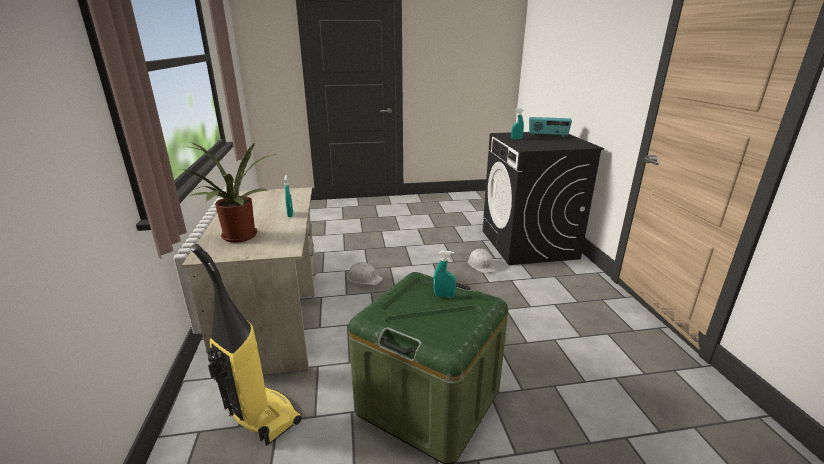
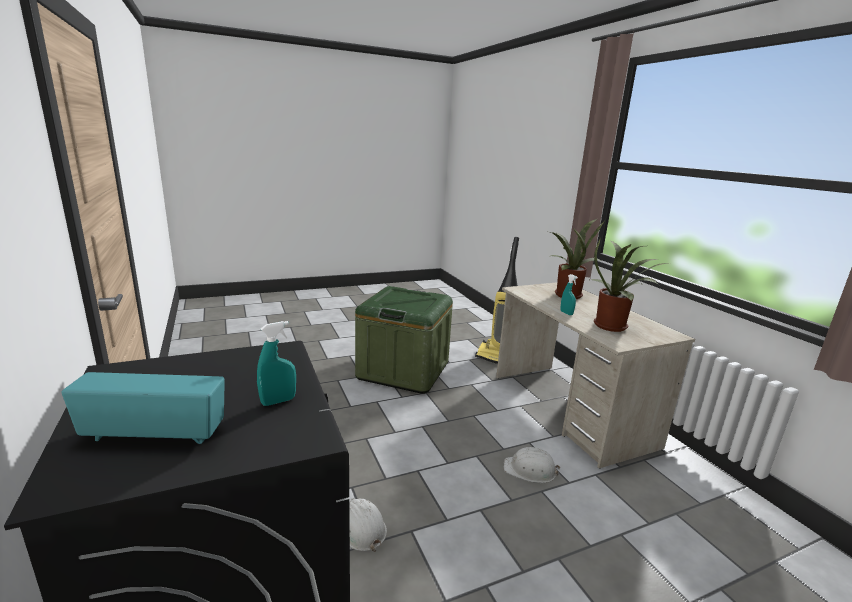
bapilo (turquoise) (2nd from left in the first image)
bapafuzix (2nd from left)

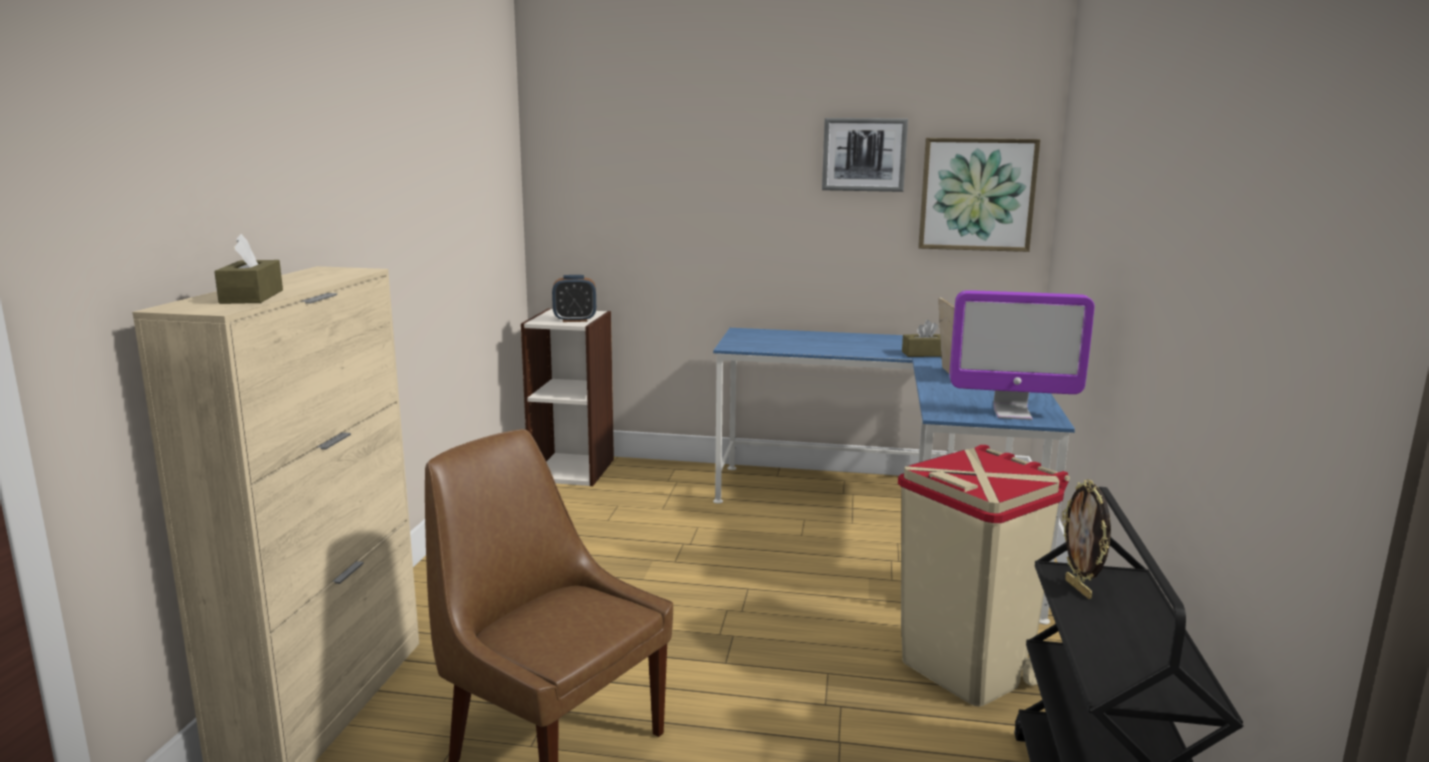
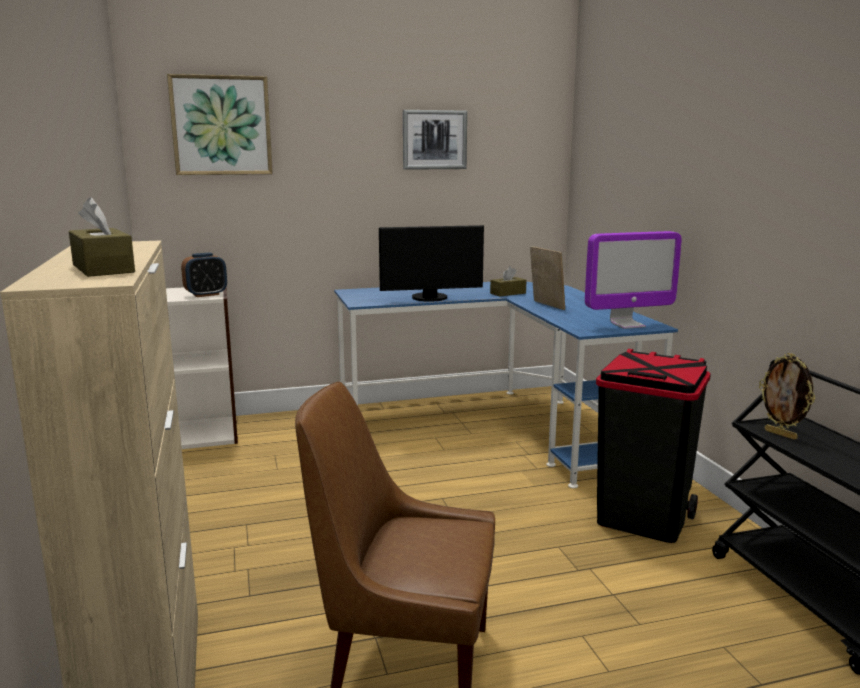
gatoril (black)
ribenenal (1st from left)
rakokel (1st from left)

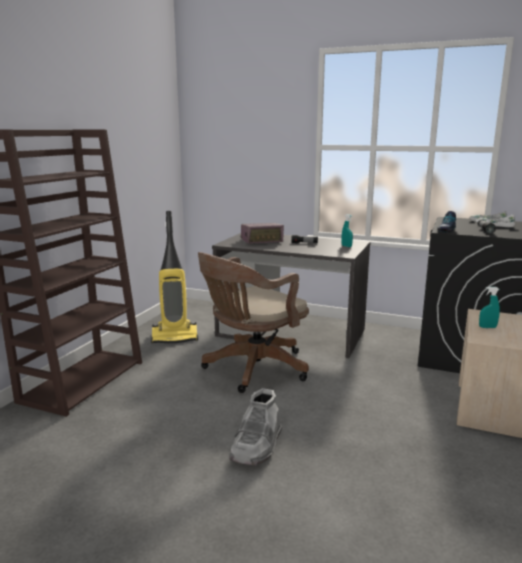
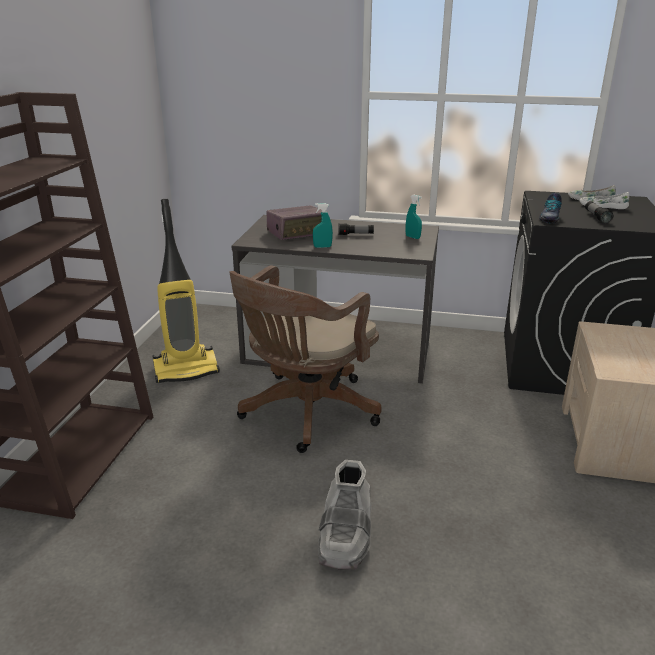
bapilo (turquoise) (1st from left)

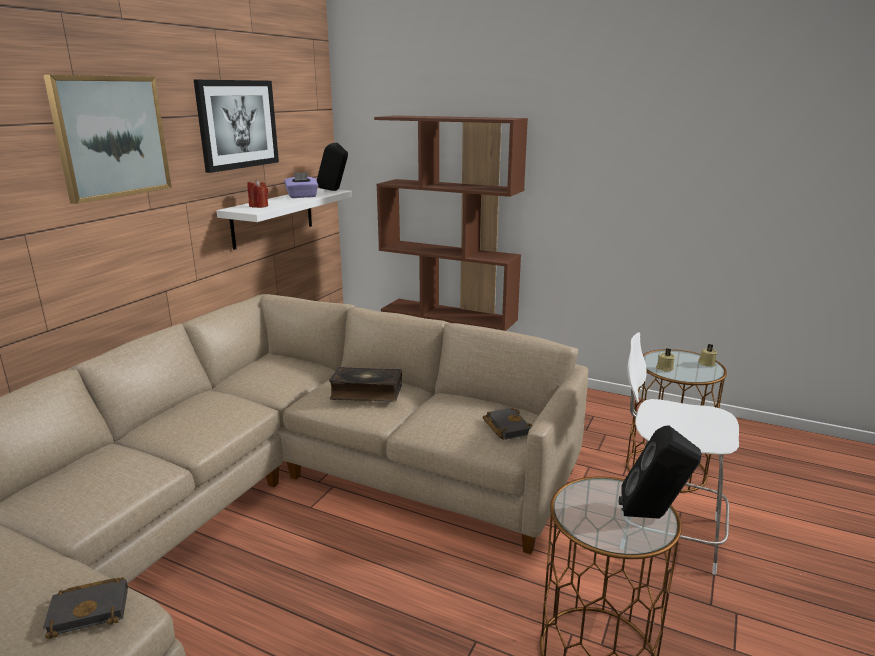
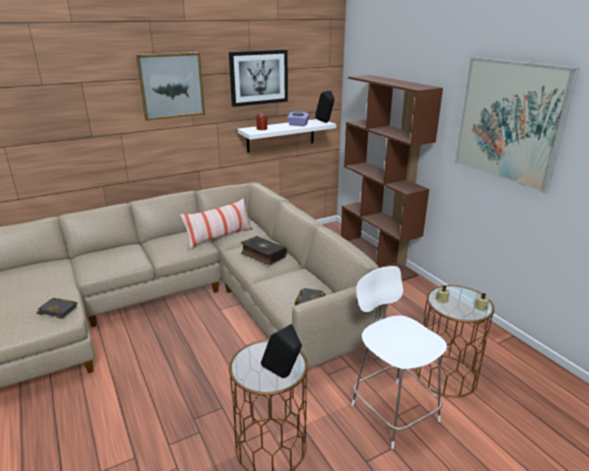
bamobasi
ribenenal (3rd from left)

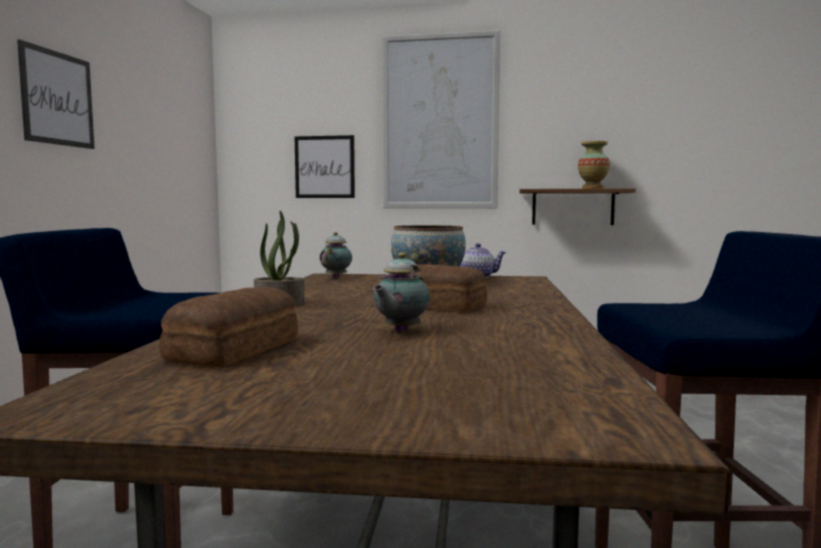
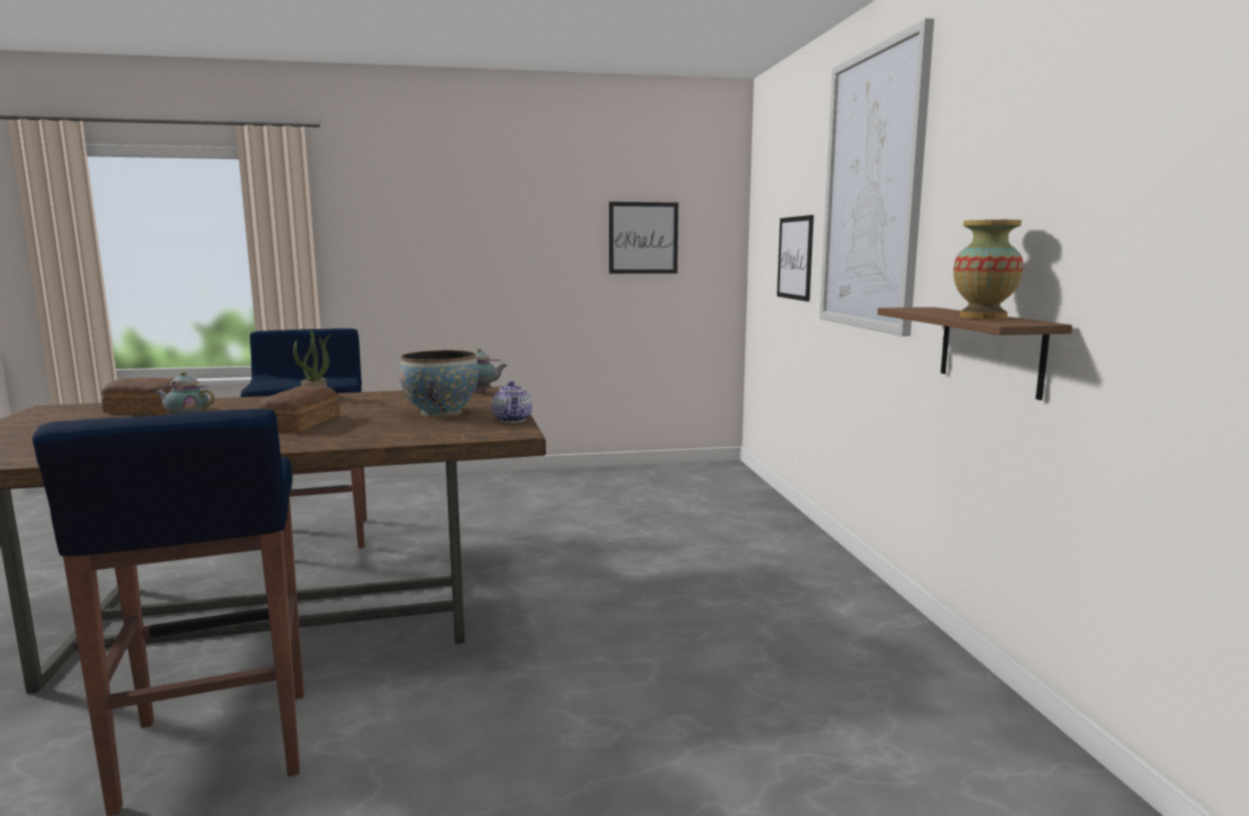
ribenenal (1st from left)

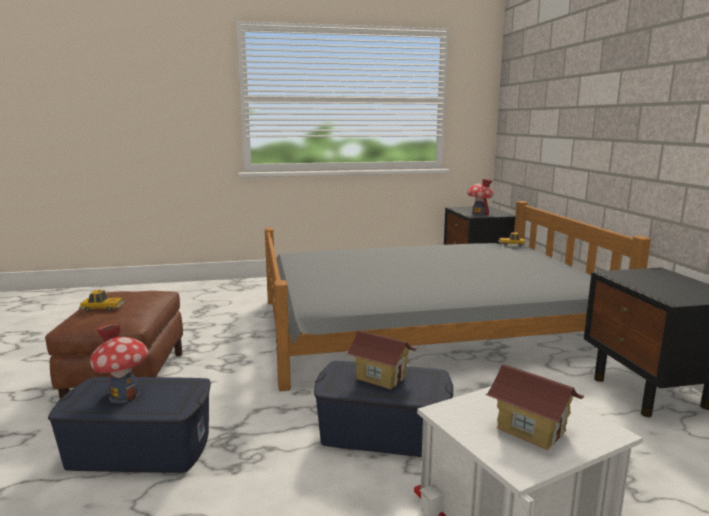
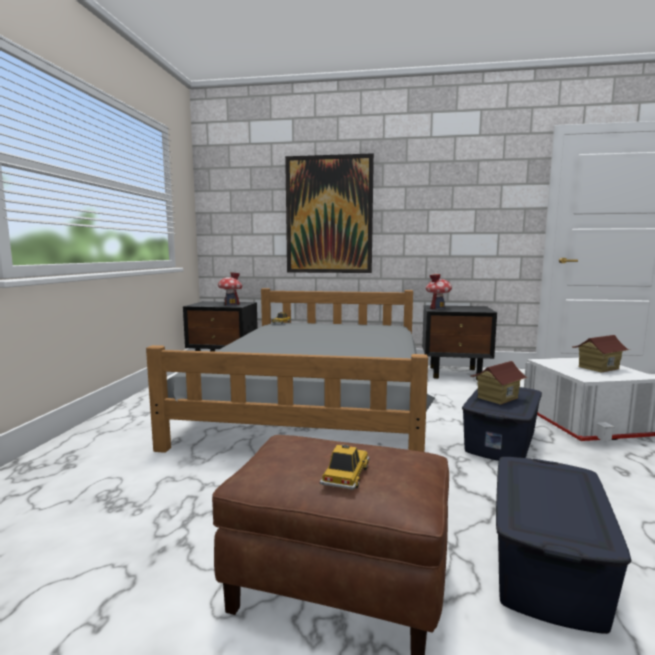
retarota (2nd from left)
ribenenal

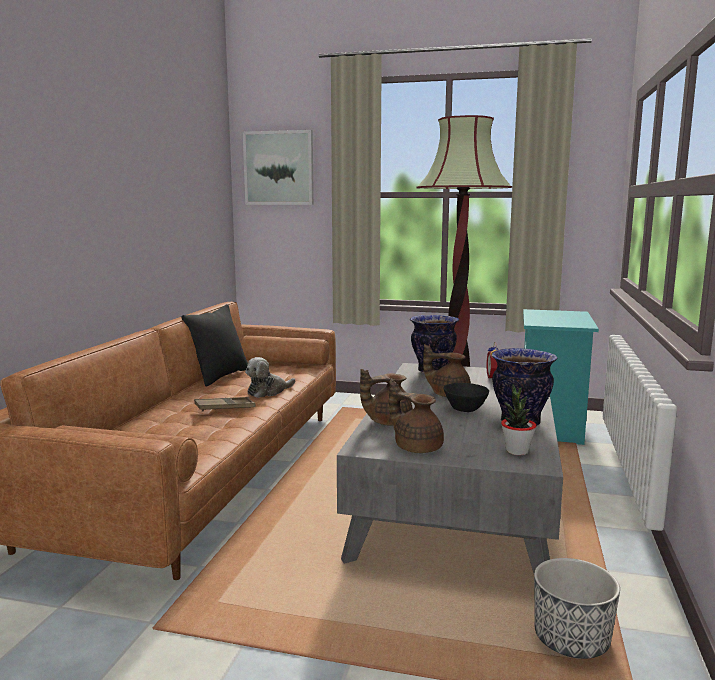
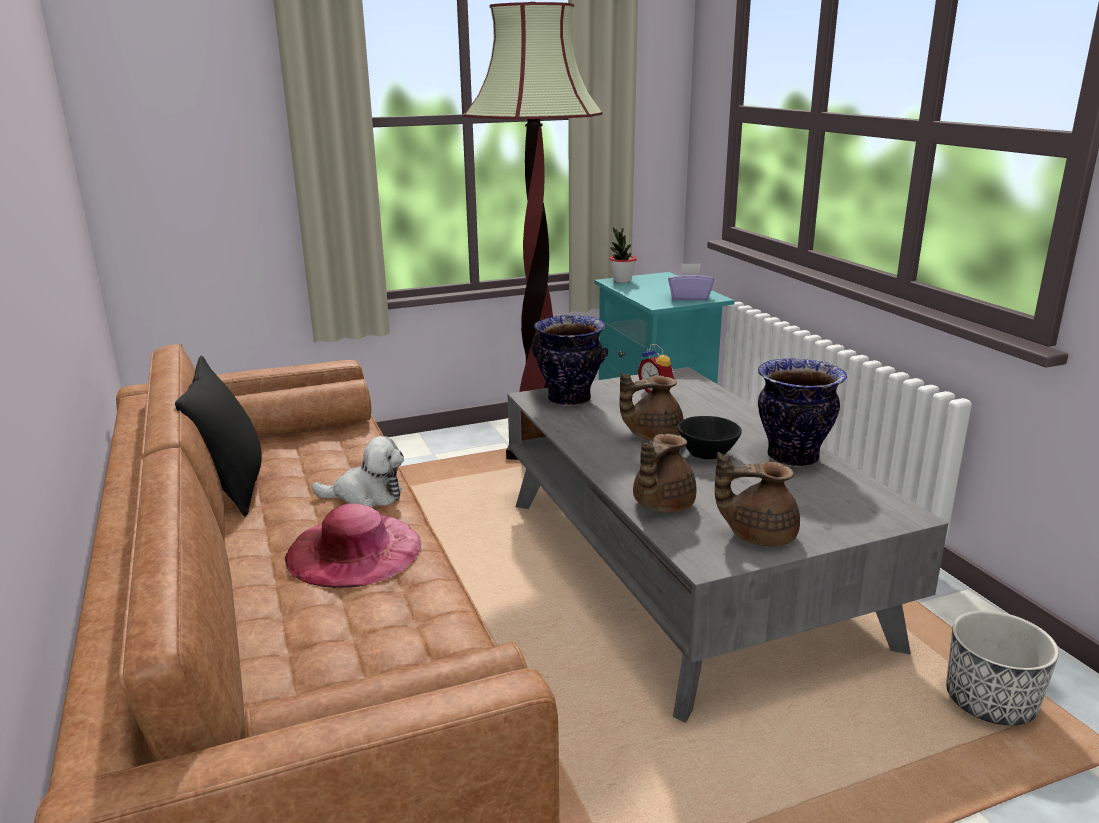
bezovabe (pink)
ribenenal
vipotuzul
bapafuzix
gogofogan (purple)

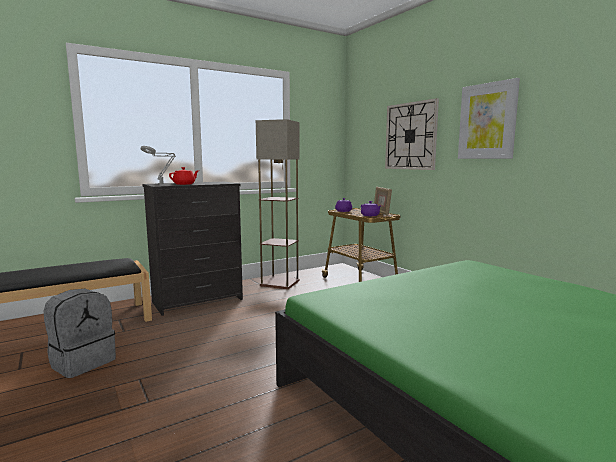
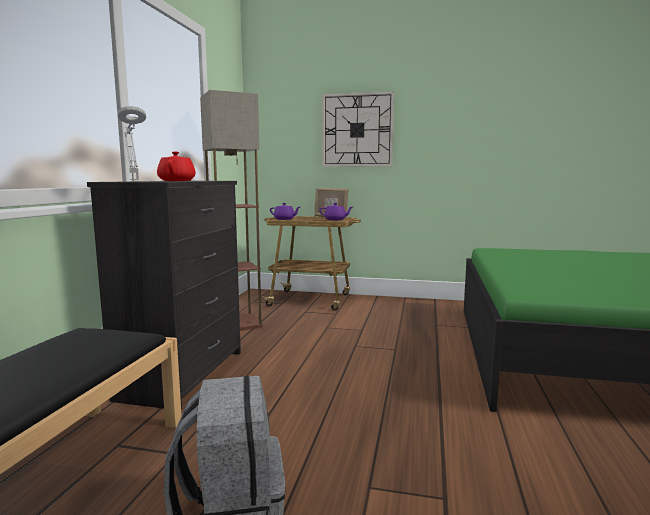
ribenenal

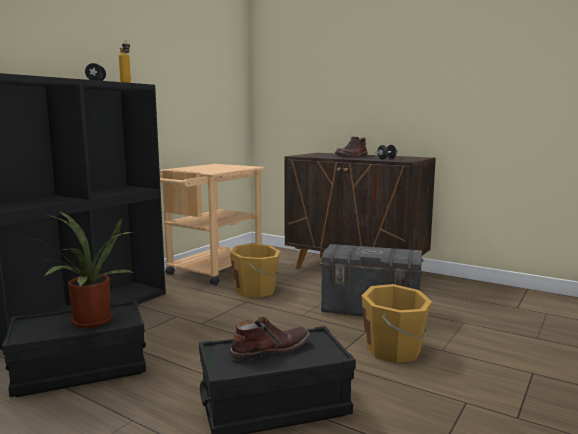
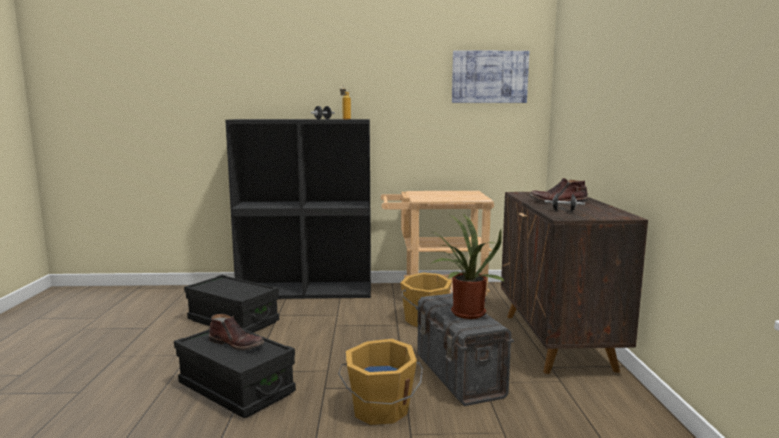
bapafuzix
ribenenal

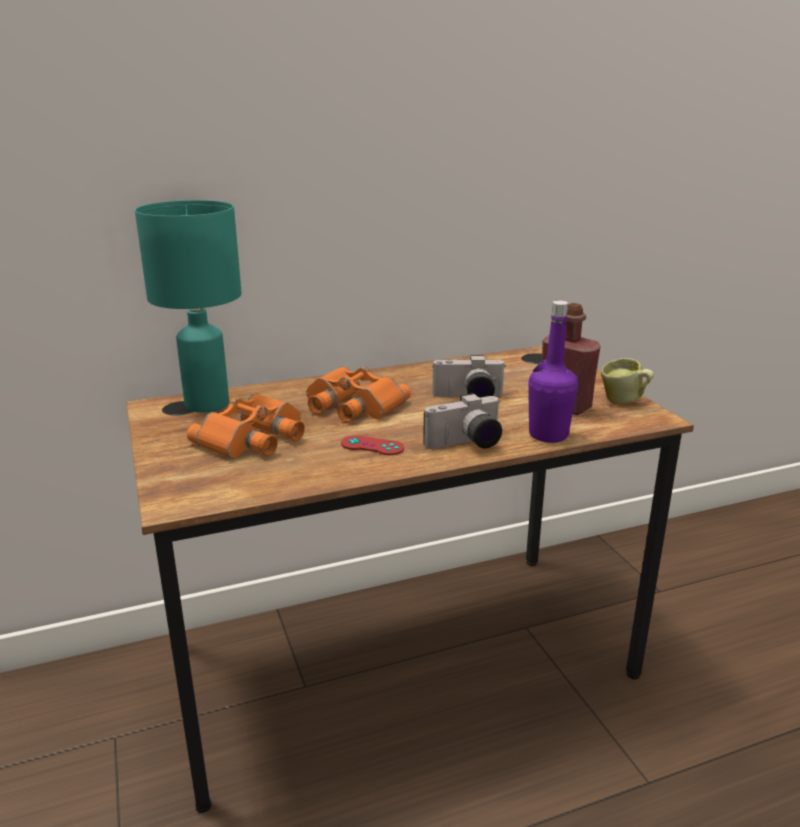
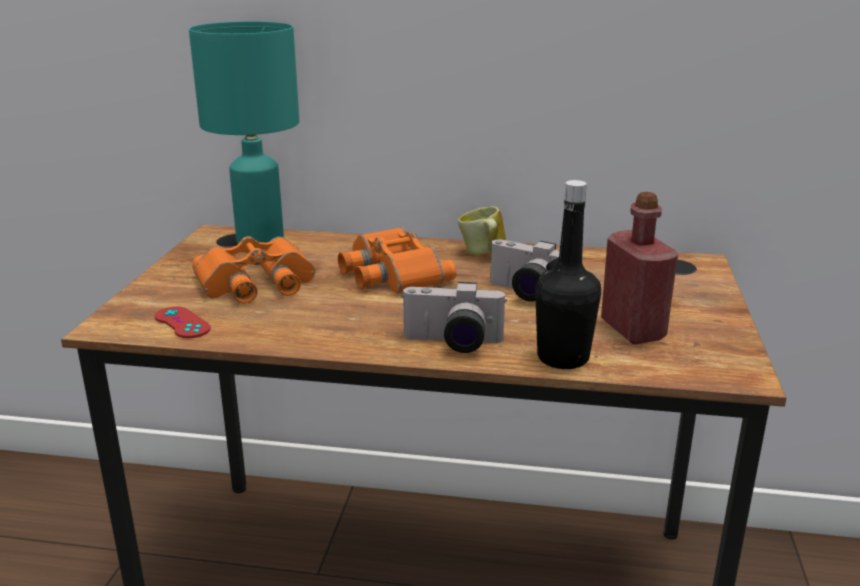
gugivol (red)
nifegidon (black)
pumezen

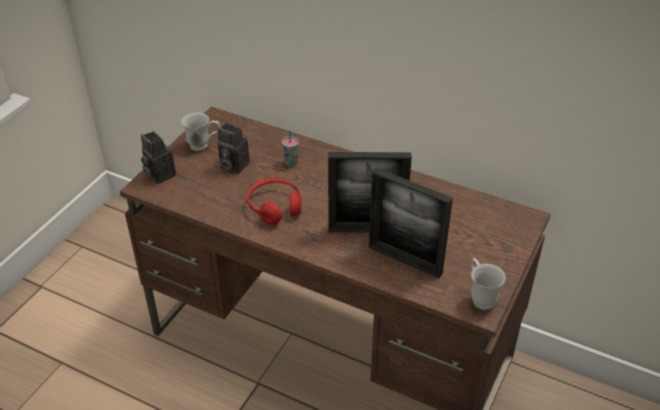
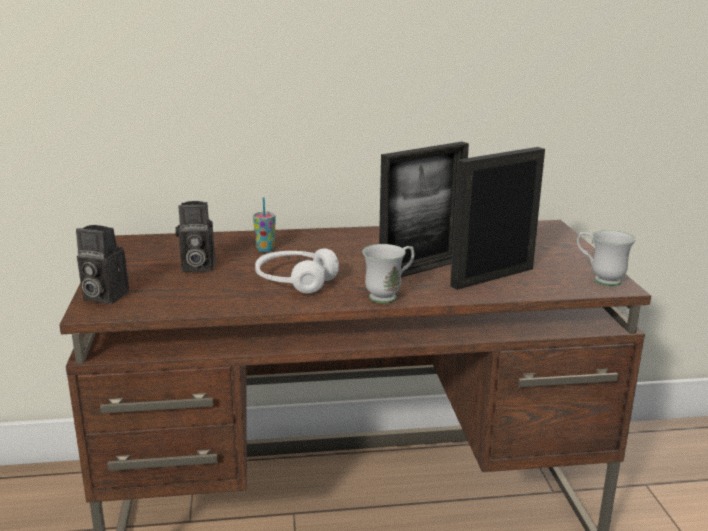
pumezen (white) (1st from left)
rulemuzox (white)
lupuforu (2nd from left)

